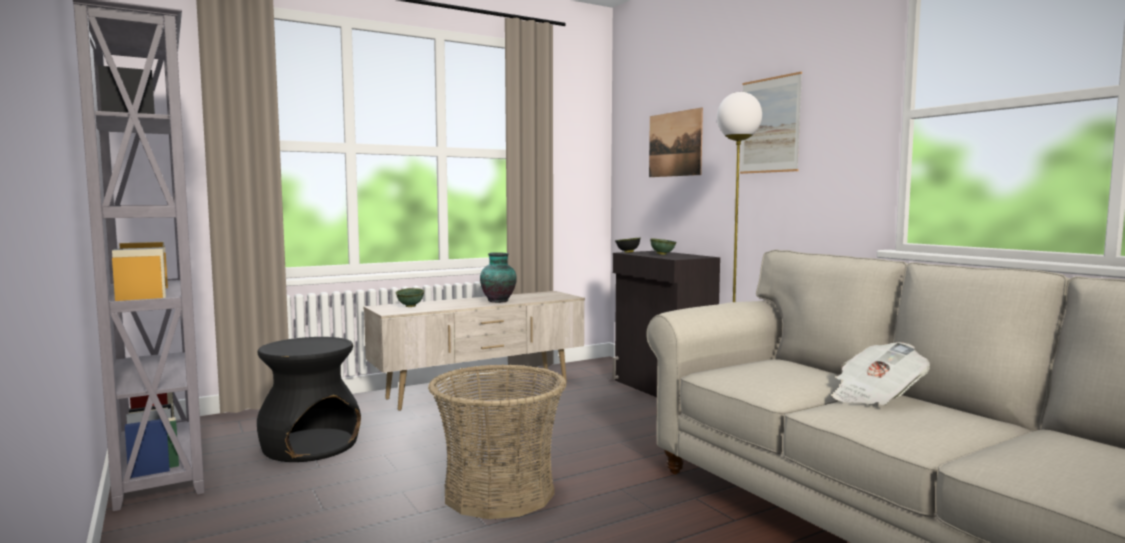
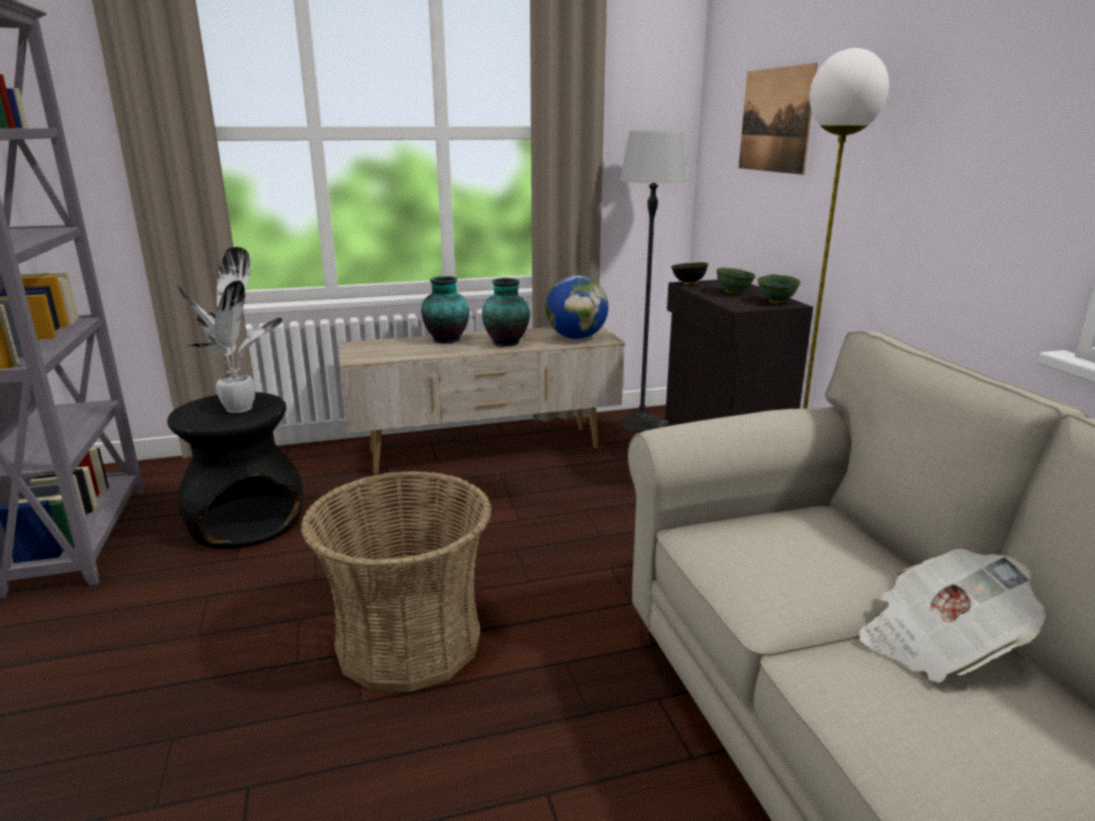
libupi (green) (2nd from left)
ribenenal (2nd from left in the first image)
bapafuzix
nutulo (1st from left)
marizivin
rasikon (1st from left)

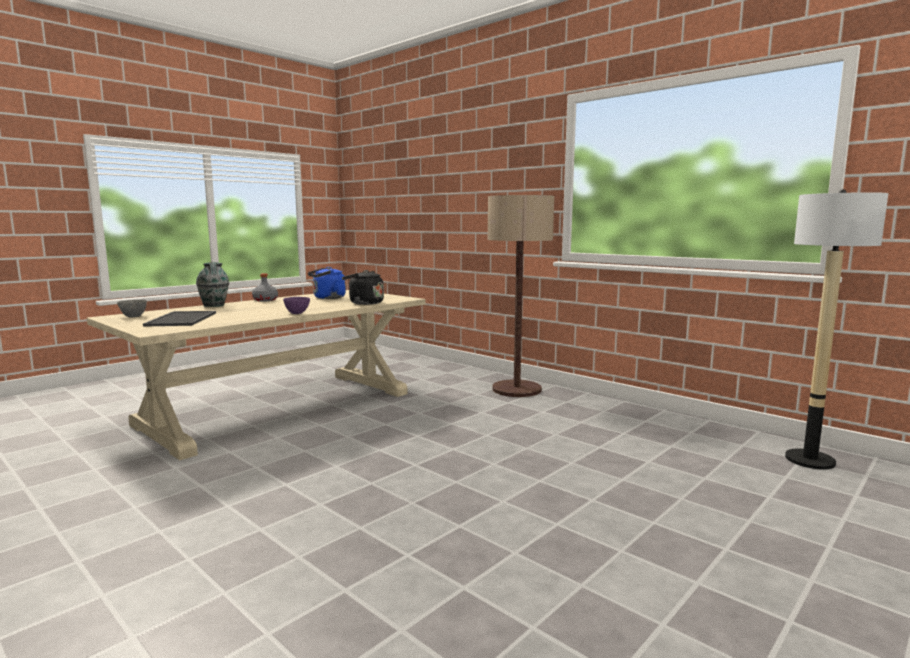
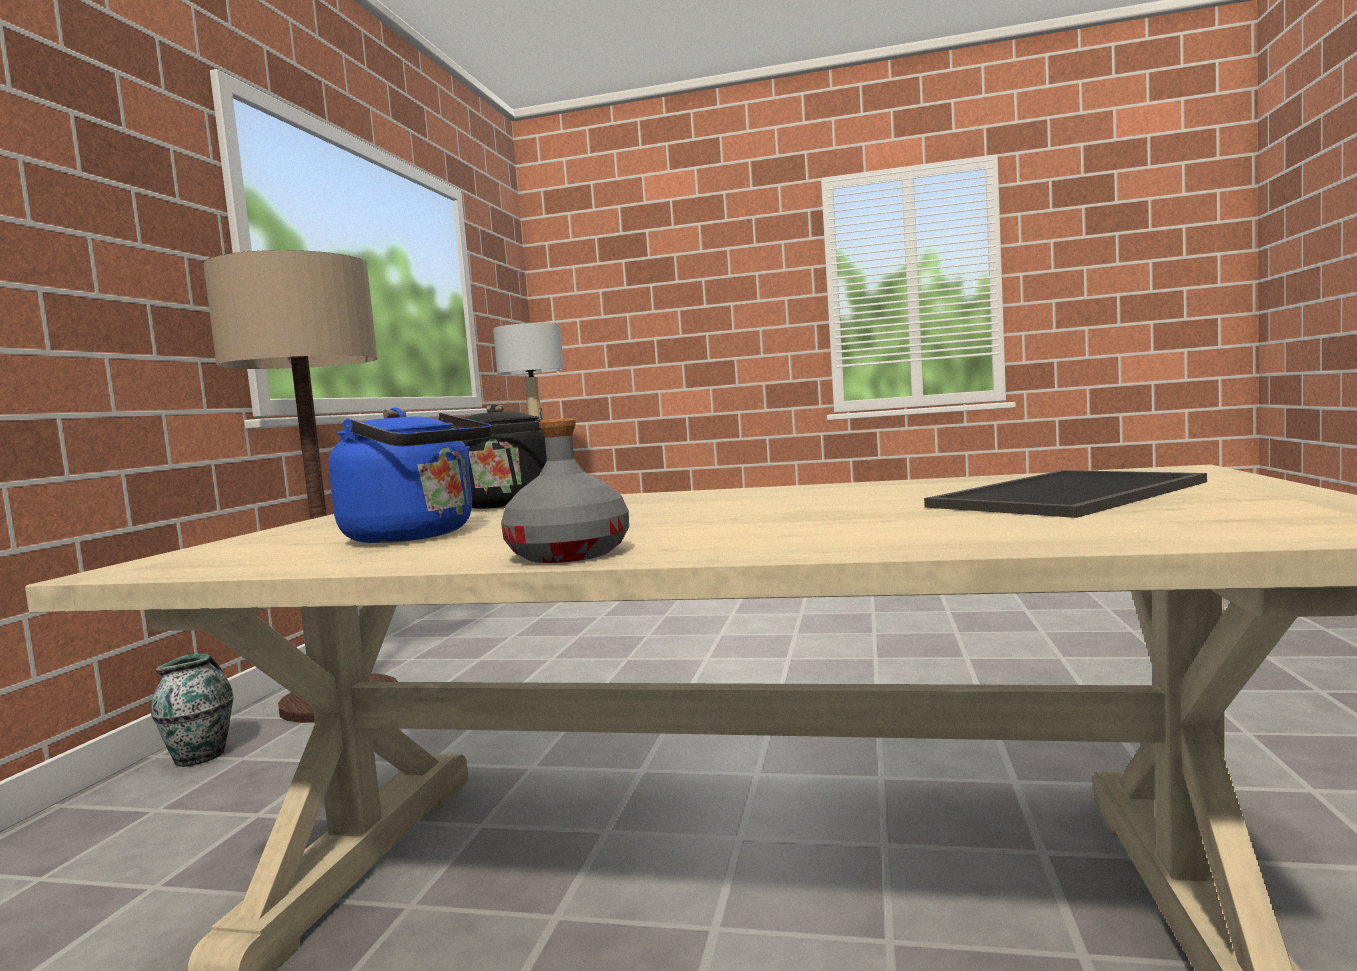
libupi (grey)
nutulo
libupi (purple)

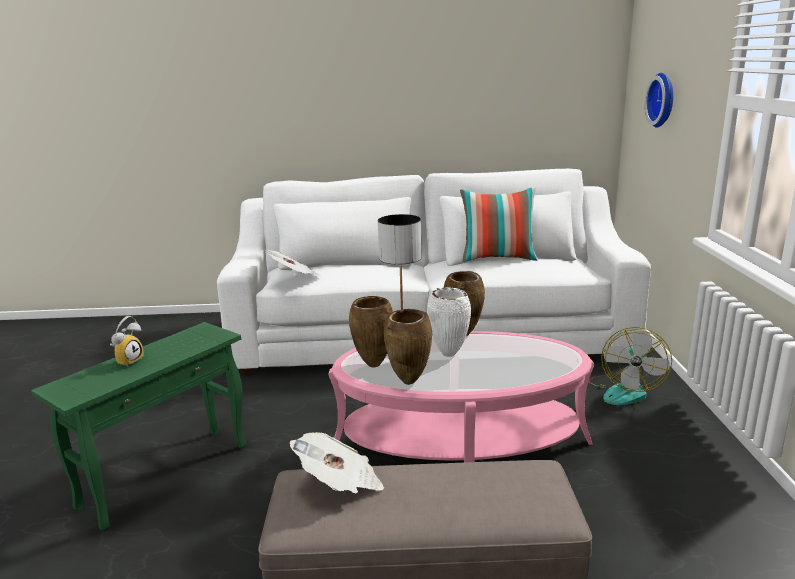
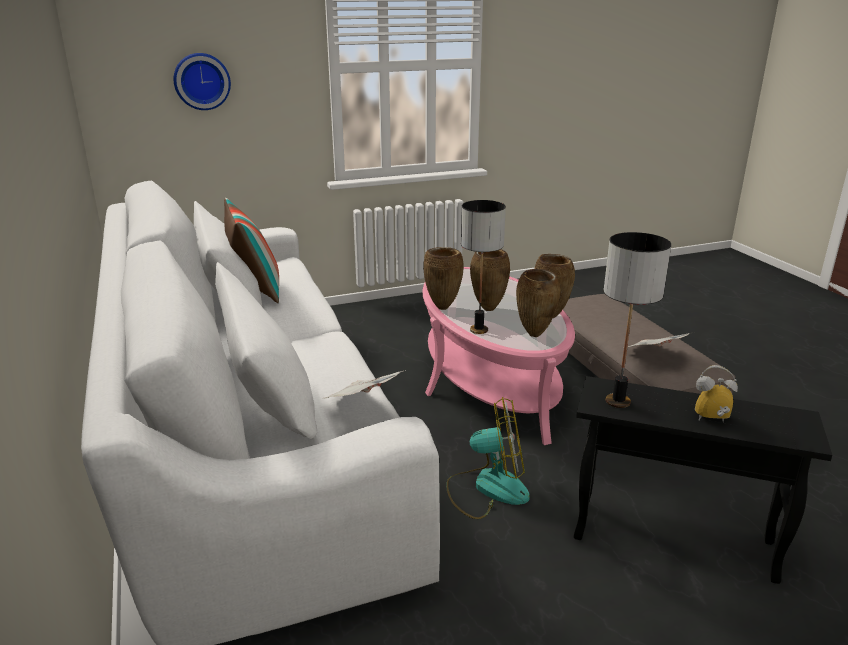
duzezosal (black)
nutulo (brown) (2nd from left)
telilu
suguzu (2nd from left)

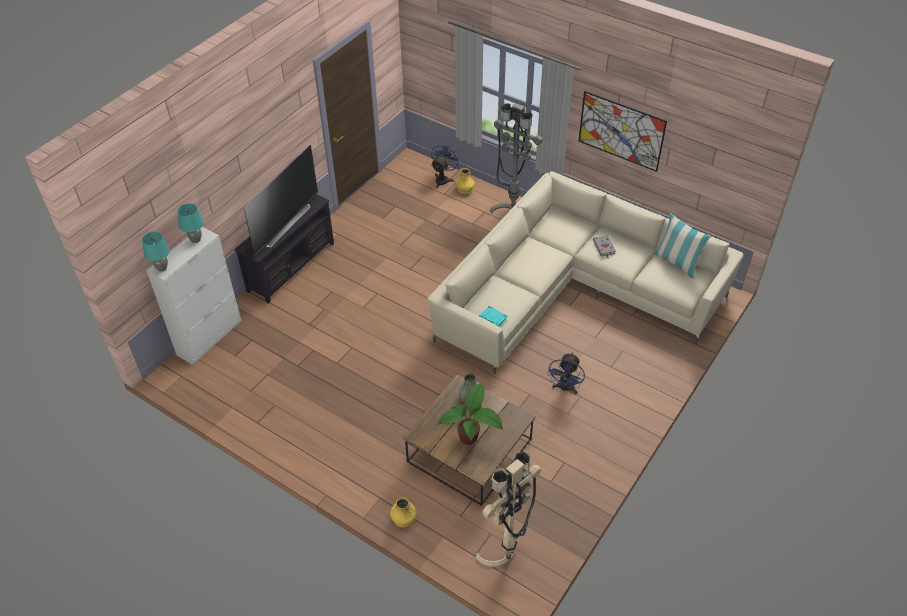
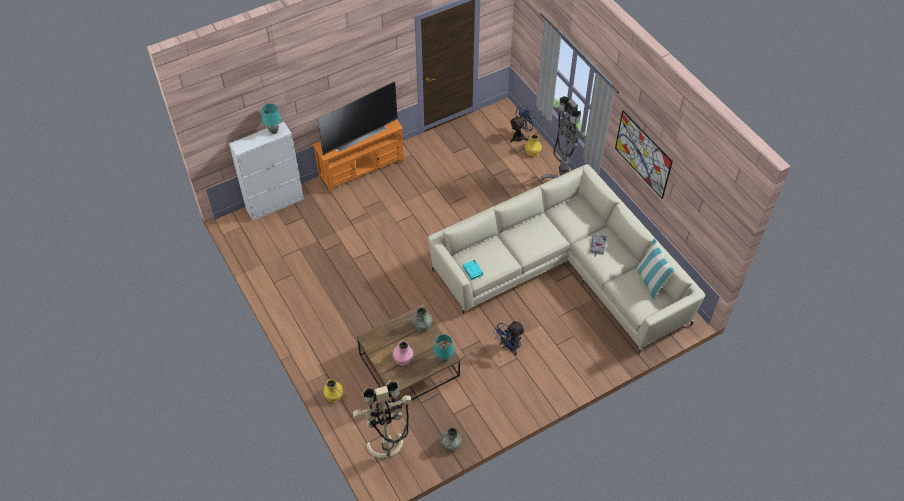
suguzu (turquoise) (2nd from left)
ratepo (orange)
nutulo (pink)
nutulo (grey) (2nd from left)

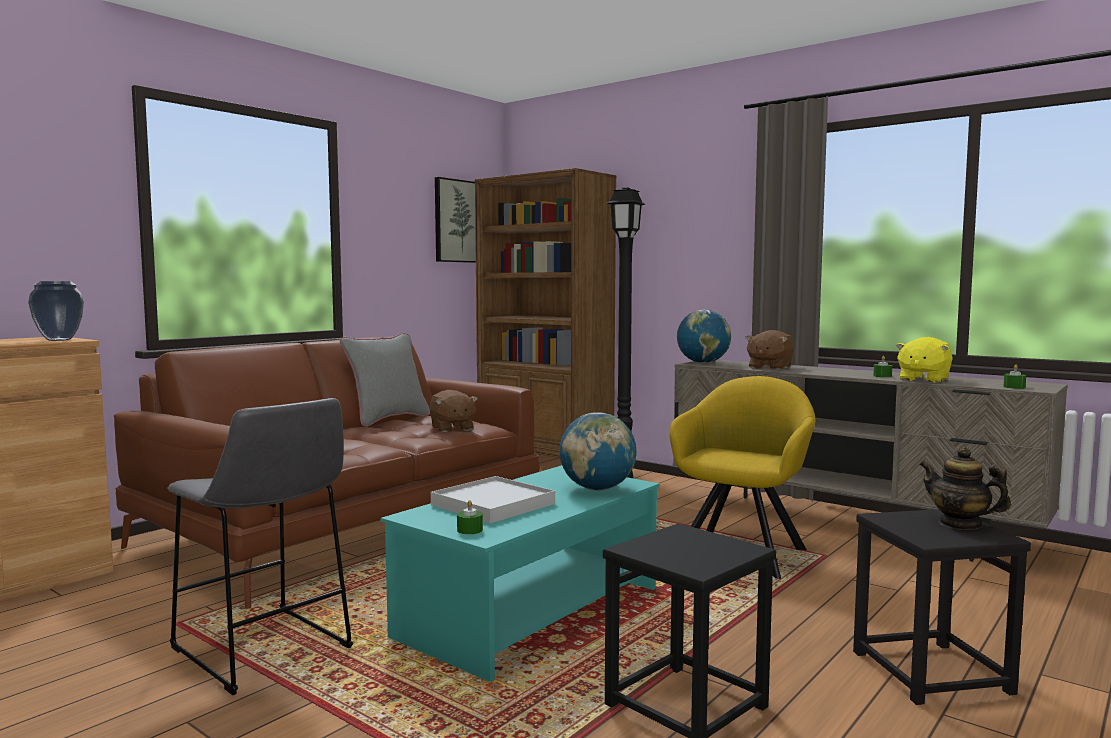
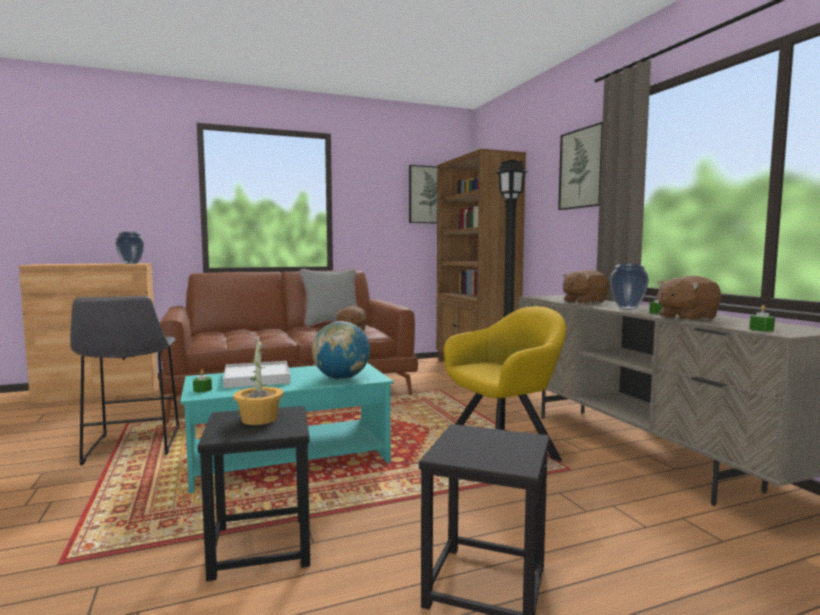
marizivin (2nd from left in the first image)
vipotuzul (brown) (3rd from left)
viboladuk
bapafuzix
ribenenal (2nd from left)
nutulo (2nd from left)

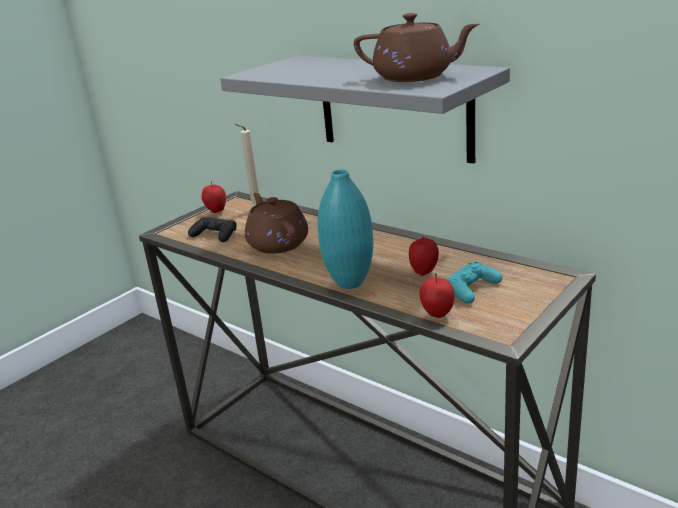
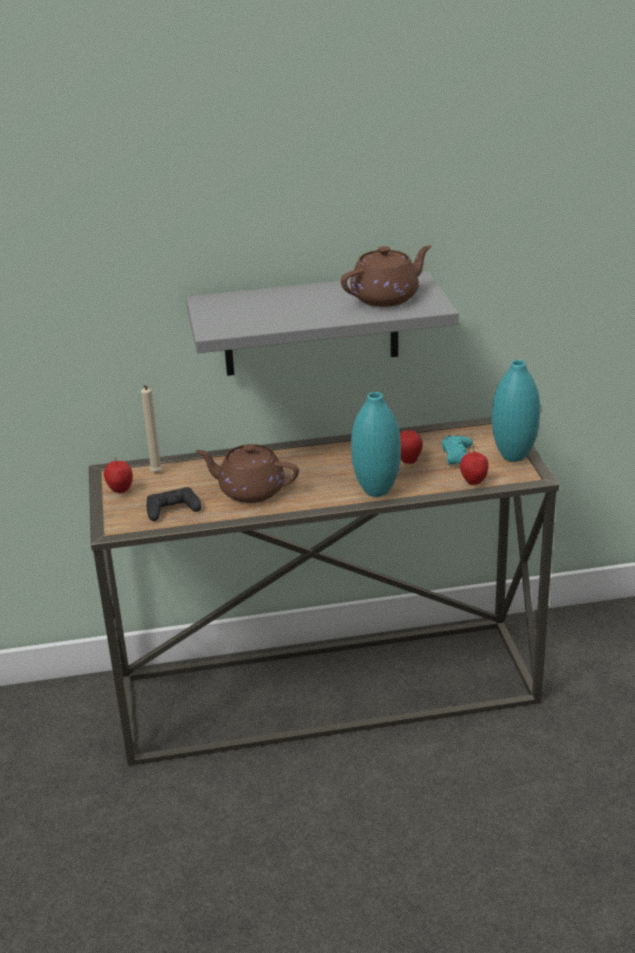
nutulo (turquoise) (2nd from left)

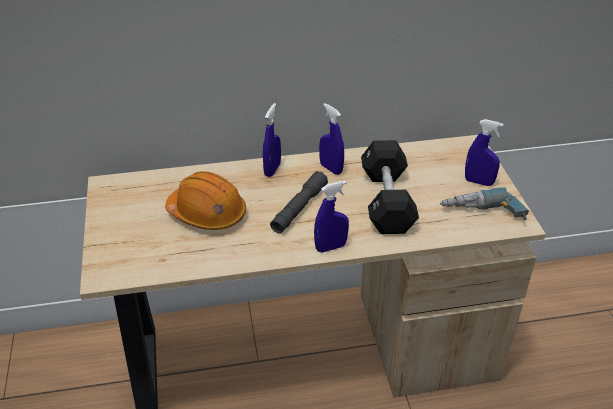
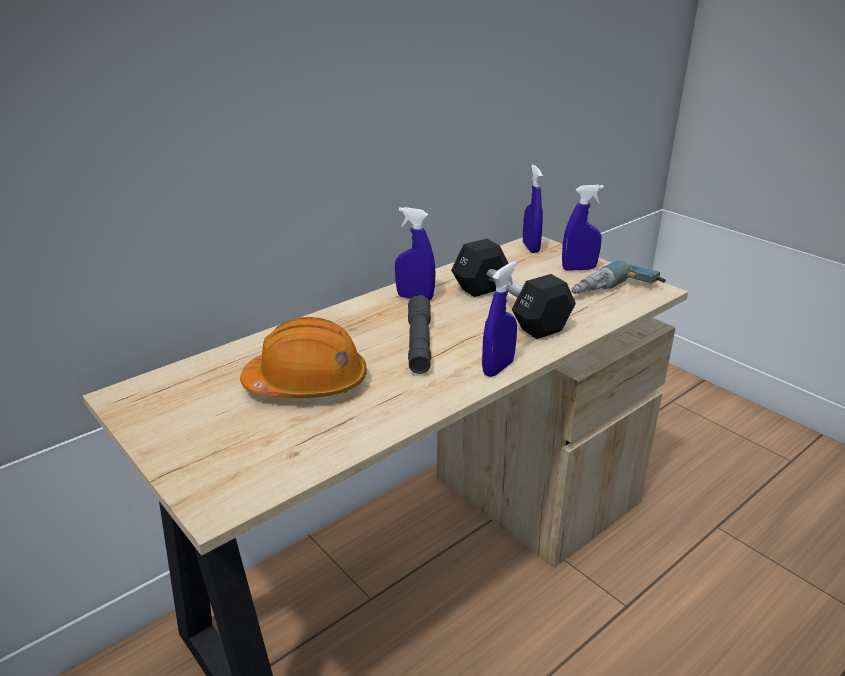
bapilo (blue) (3rd from left)

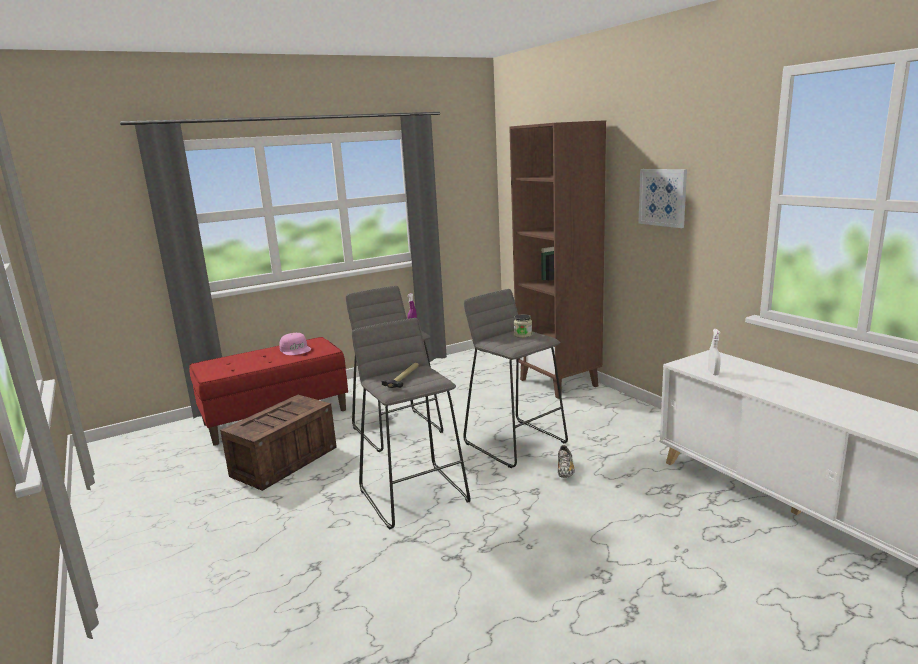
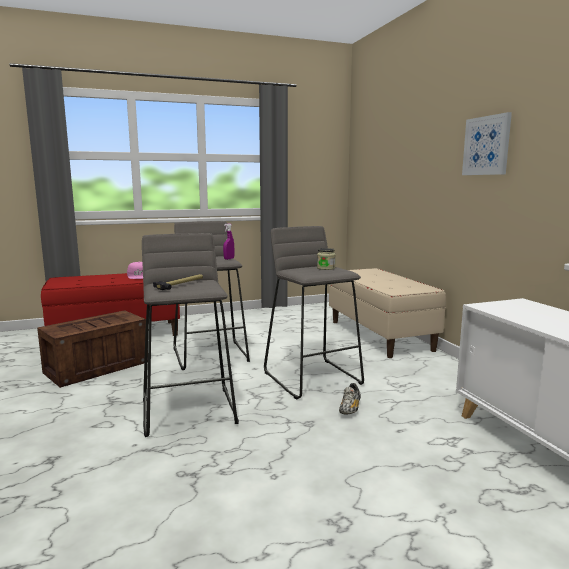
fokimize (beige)
bapilo (white)

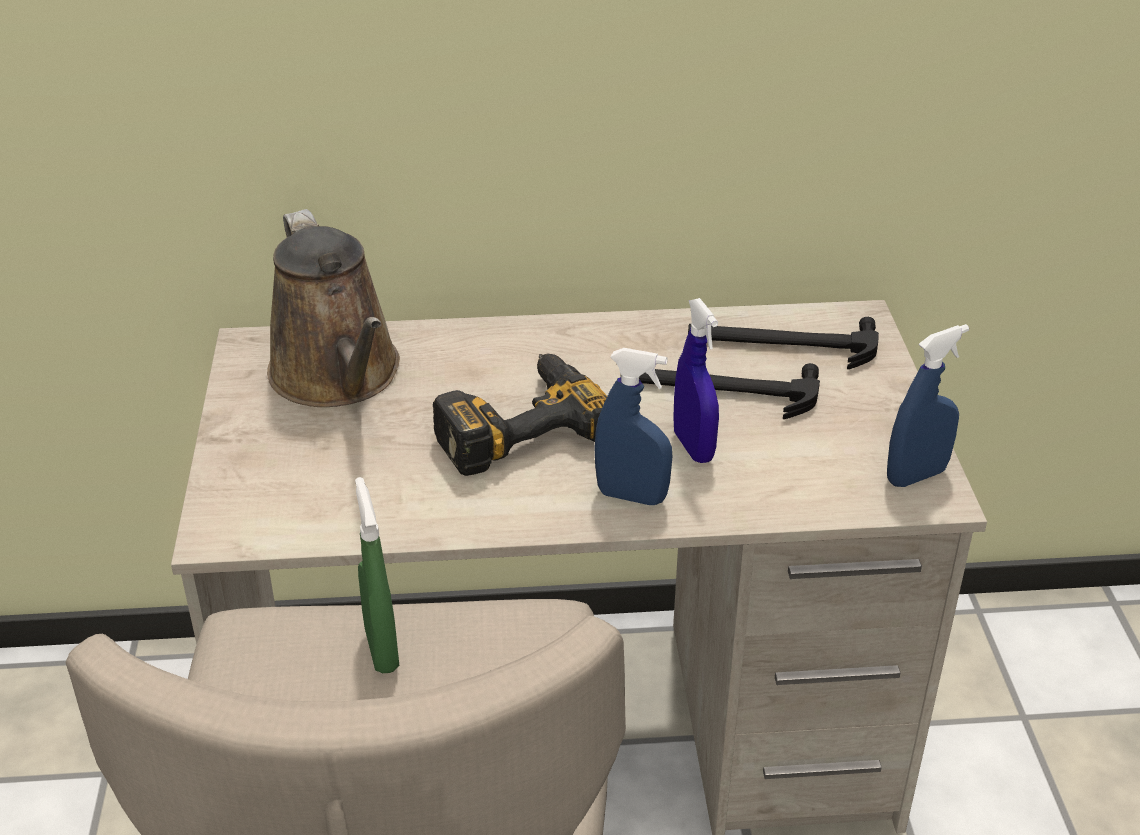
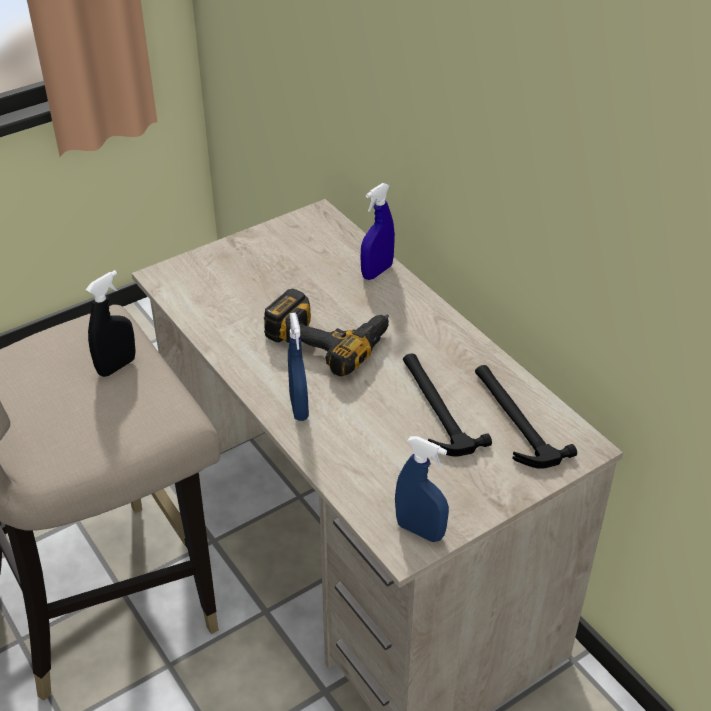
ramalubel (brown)
bapilo (black)
bapilo (blue) (2nd from left)

